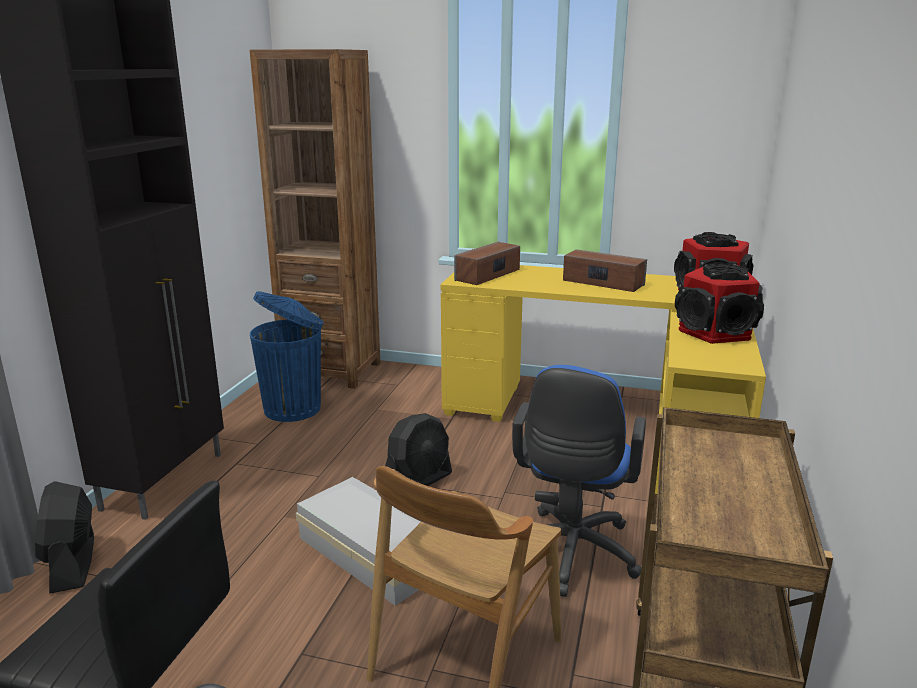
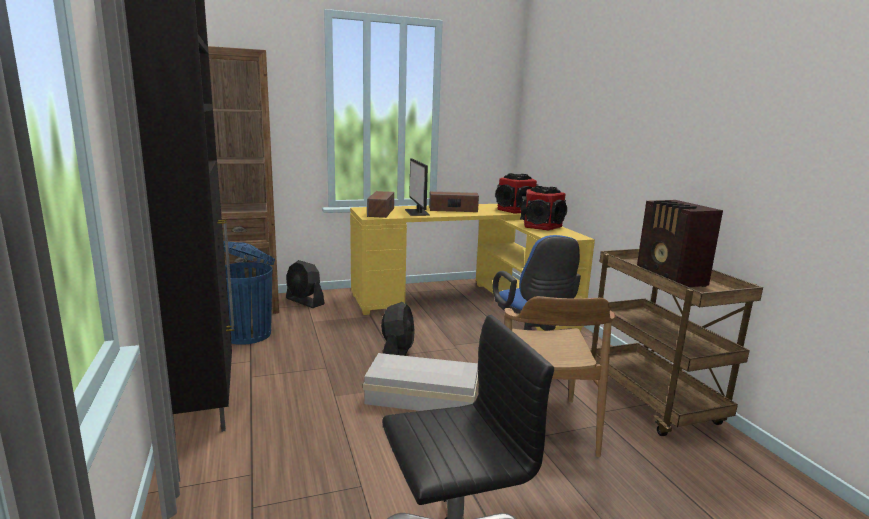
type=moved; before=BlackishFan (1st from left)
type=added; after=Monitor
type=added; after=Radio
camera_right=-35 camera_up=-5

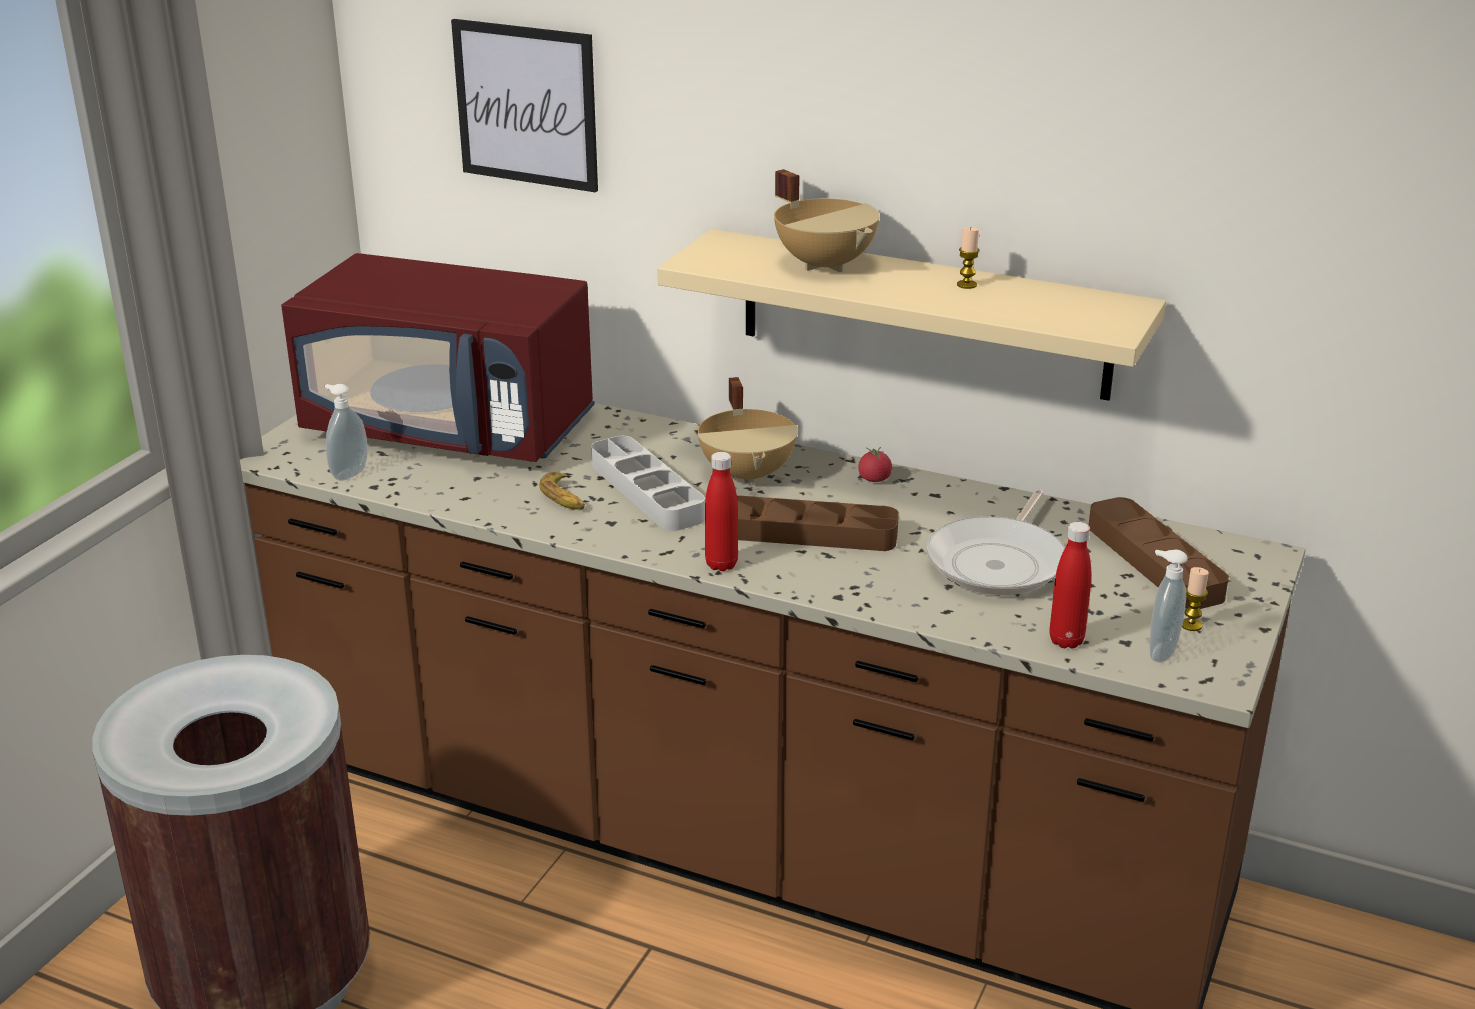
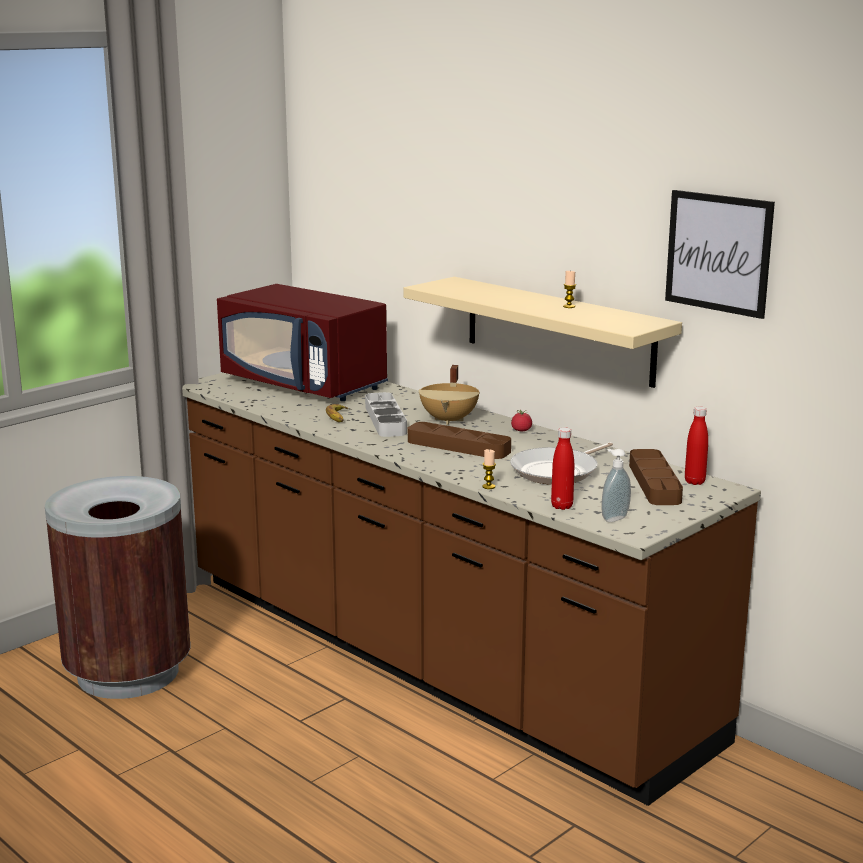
type=moved; before=WallPicture
type=removed; before=BeigeSaucepot (2nd from left)
type=removed; before=LiquidSoapBottle (1st from left)
type=moved; before=RedBottle (1st from left in the first image); after=RedBottle (2nd from left)
type=moved; before=WaxCandle (2nd from left in the first image); after=WaxCandle (1st from left)
camera_right=20 camera_up=-10

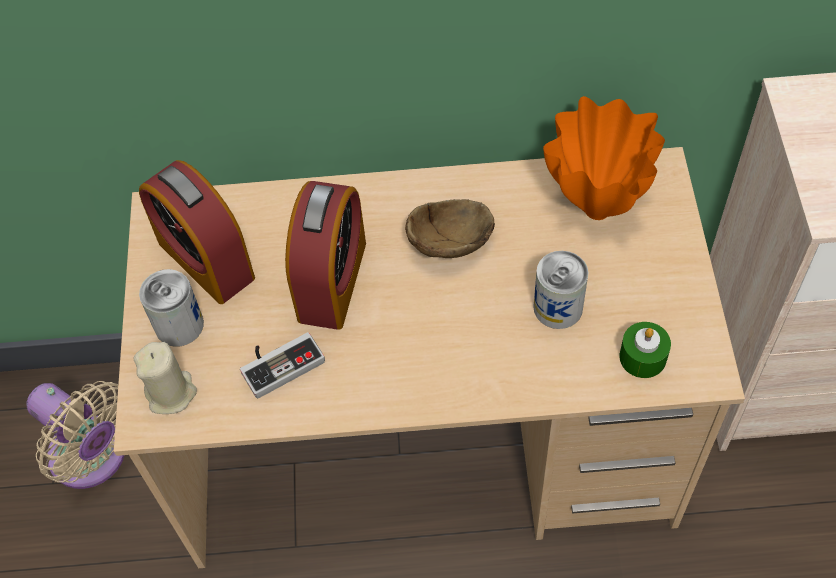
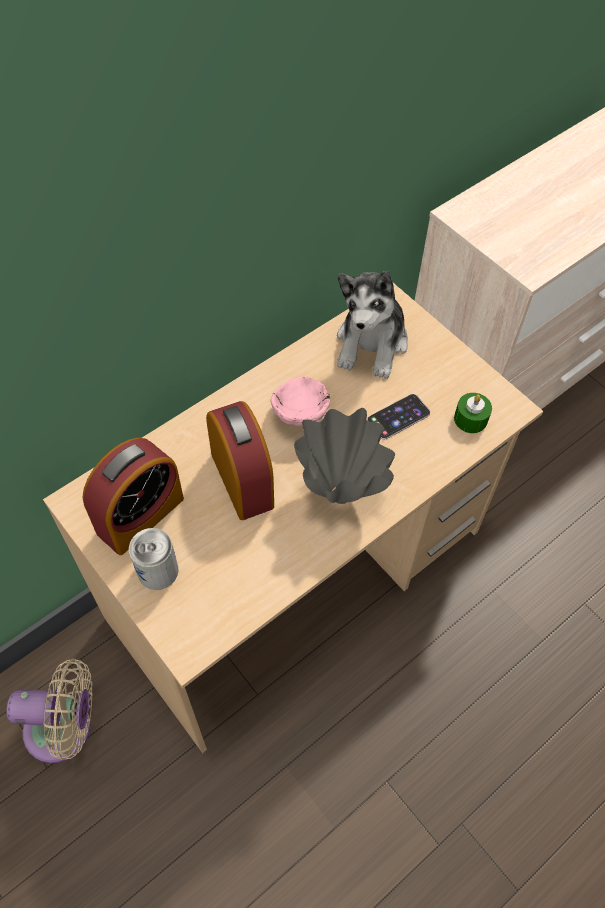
type=replaced; before=OrangeColouredFlowerVase; after=CuddlyToy
type=turned; before=TableClock (1st from left); turn=-60
type=recoloured; before=BrownServingBowl; after=PinkServingBowl
type=replaced; before=SealedCan (2nd from left); after=Phone
type=removed; before=Joypad
type=removed; before=BeigeWaxCandle
type=added; after=GreyishFlowerVase
camera_right=-40 camera_up=0

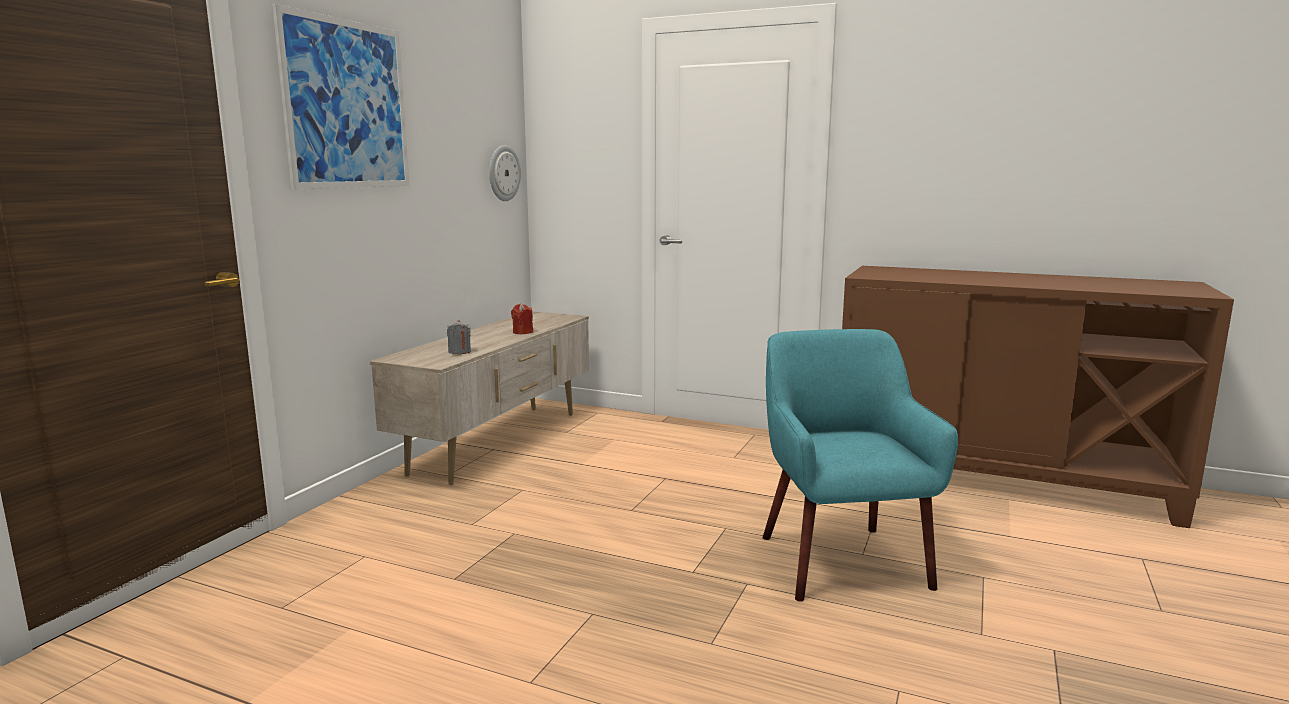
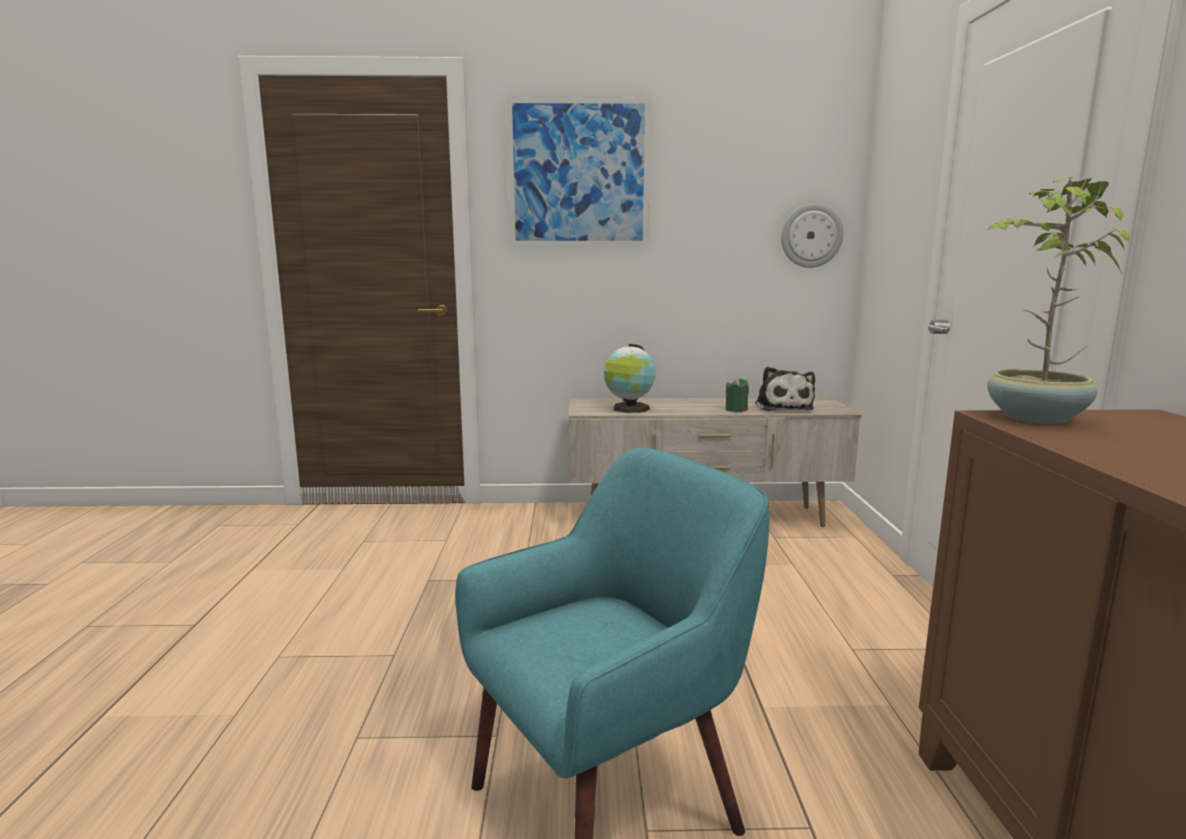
type=recoloured; before=RedWaxCandle; after=GreenWaxCandle
type=replaced; before=GreyishWaxCandle; after=DeskGlobe
type=added; after=PlantInAPot
type=added; after=CuddlyToy
camera_right=65 camera_up=0

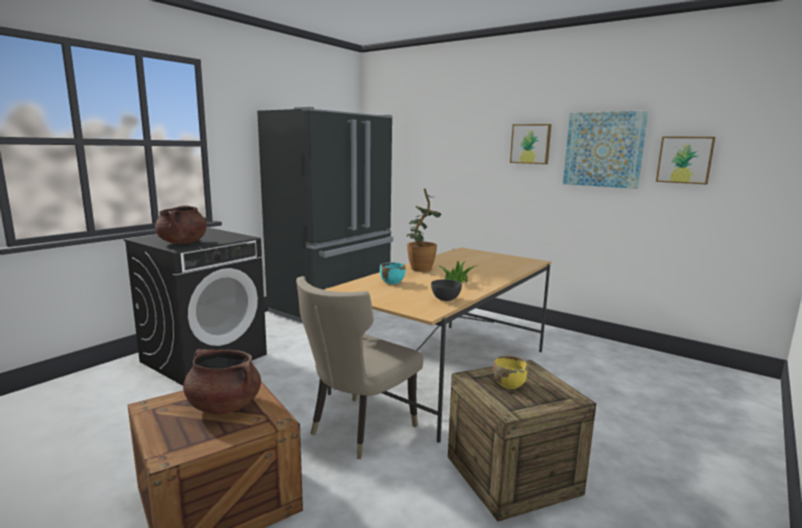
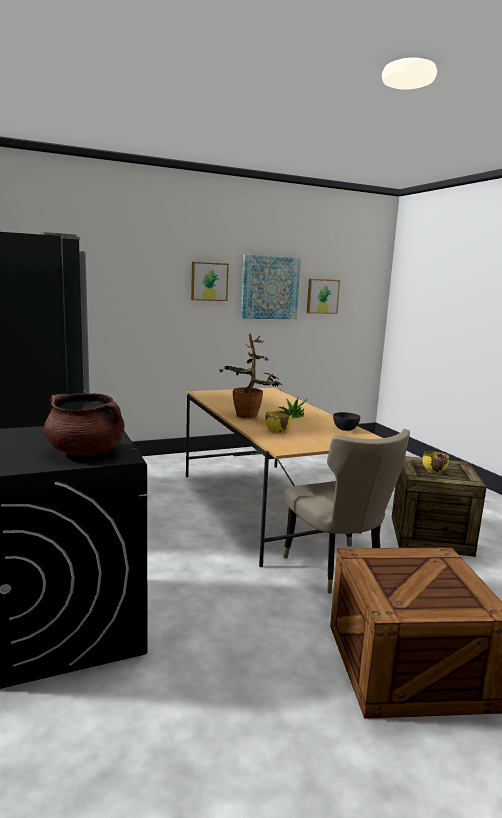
type=recoloured; before=TurquoiseServingBowl; after=YellowishServingBowl (1st from left)
type=removed; before=BrownSaucepot (2nd from left)
camera_right=-60 camera_up=0

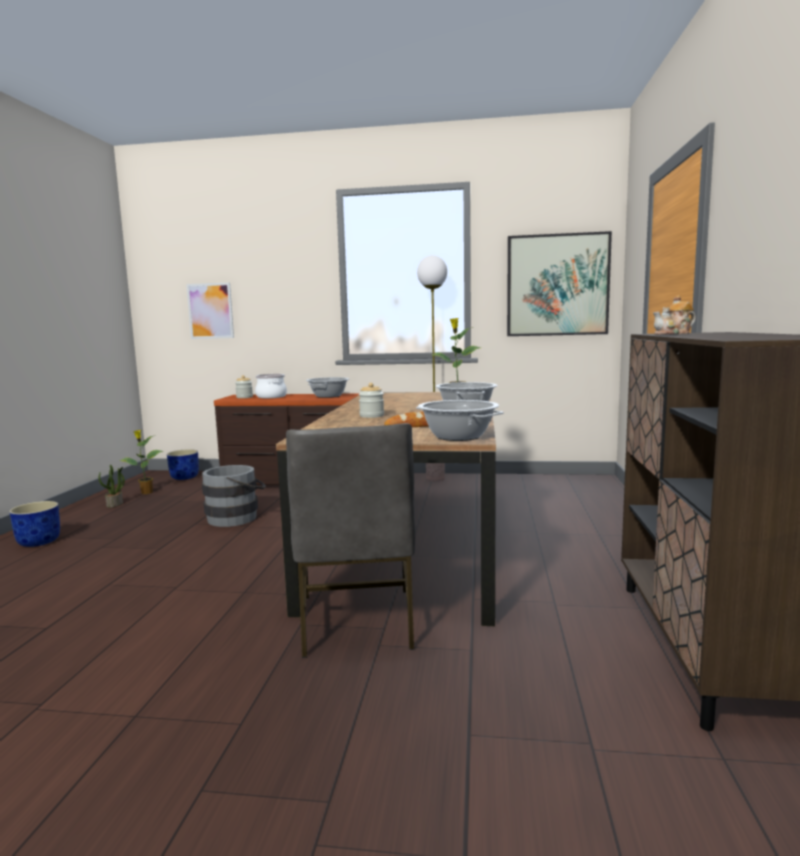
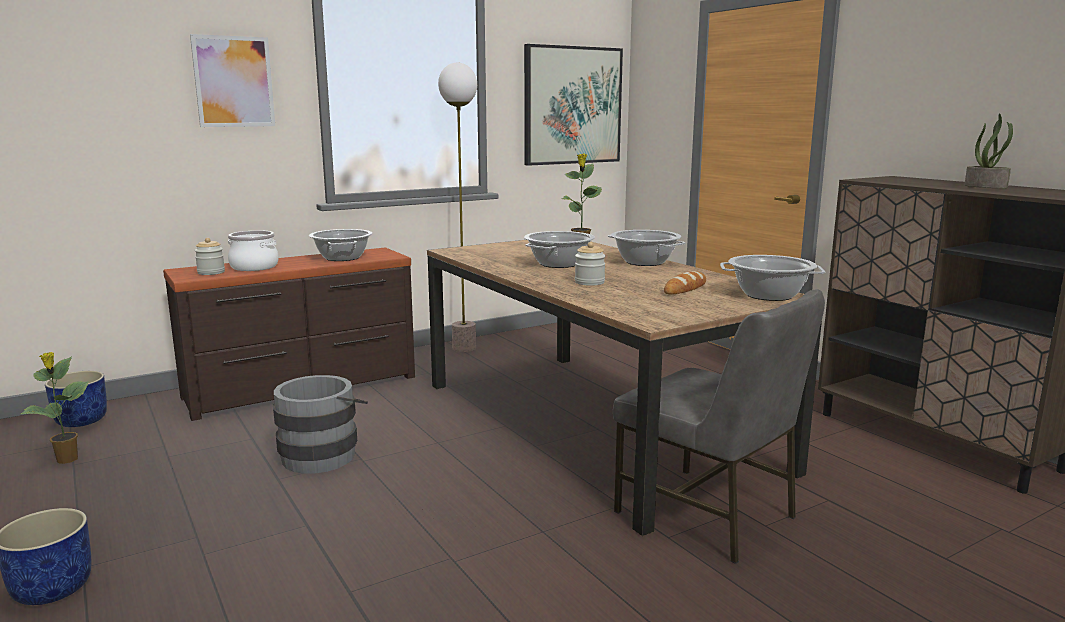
type=moved; before=WallPicture (1st from left)
type=removed; before=Teapot
type=moved; before=PlantInAPot (1st from left in the first image); after=PlantInAPot (3rd from left)
type=added; after=Saucepot (3rd from left)
camera_right=-40 camera_up=5

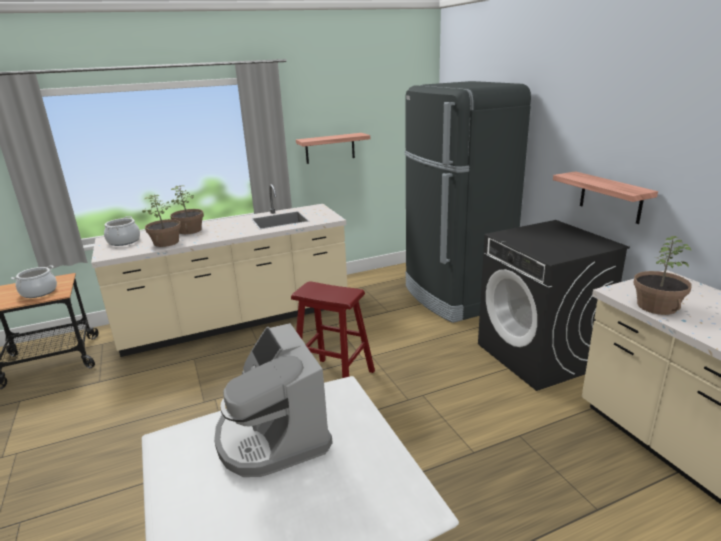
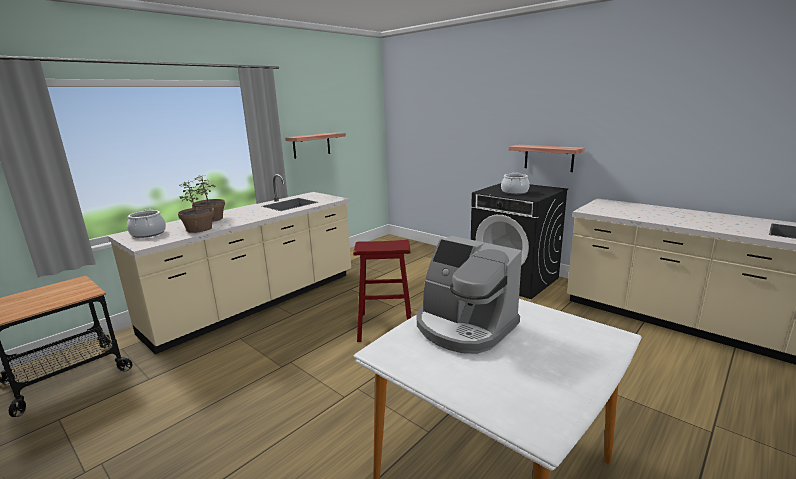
type=removed; before=BlackishRefrigerator
type=removed; before=PlantInAPot (3rd from left)
type=moved; before=Saucepot (1st from left in the first image); after=Saucepot (2nd from left)
camera_right=-25 camera_up=-5

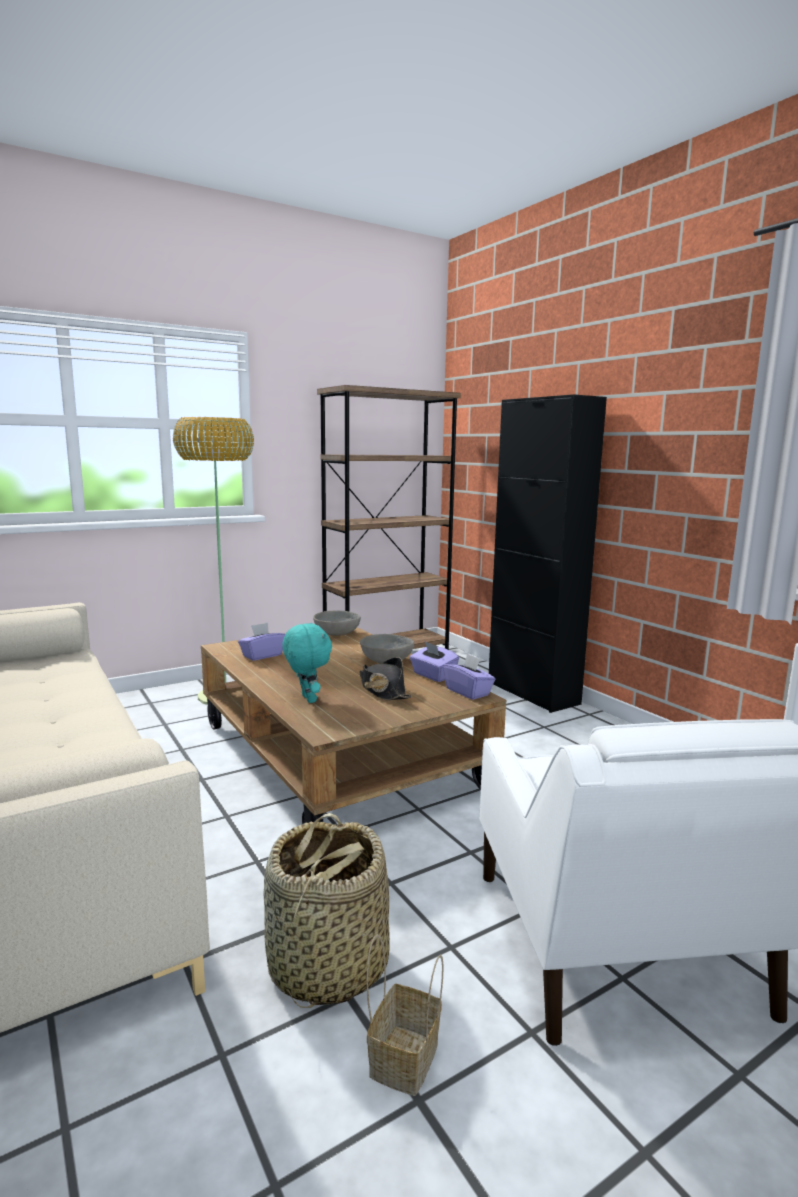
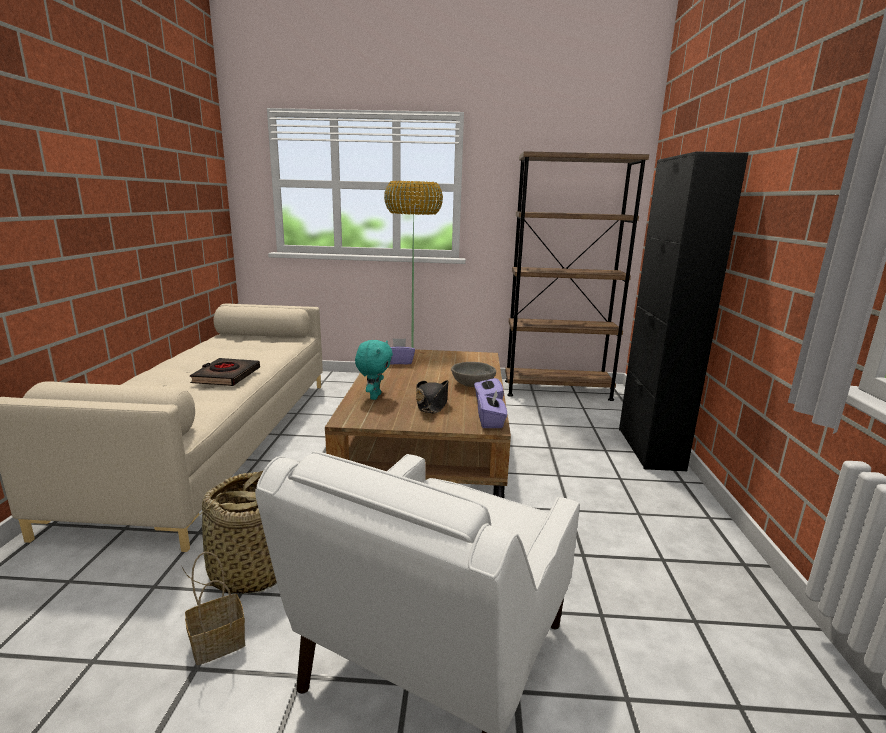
type=removed; before=GreyishServingBowl (1st from left)
type=added; after=BlackishBook
camera_right=35 camera_up=5

